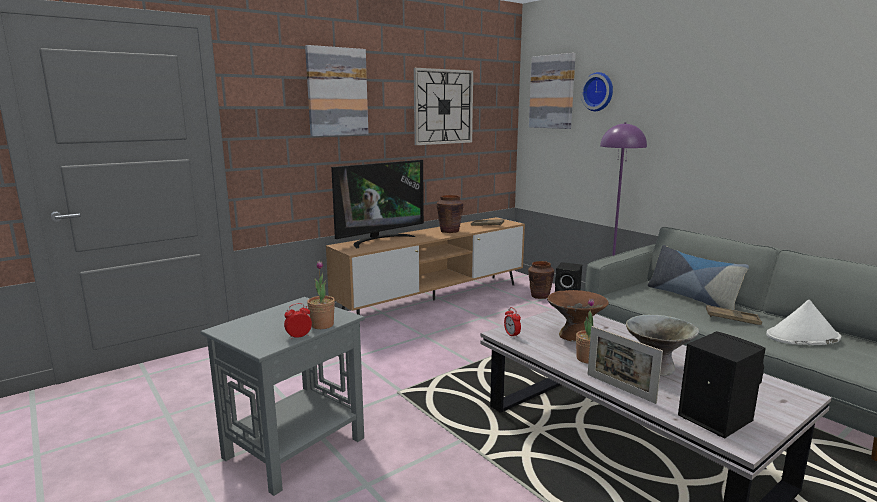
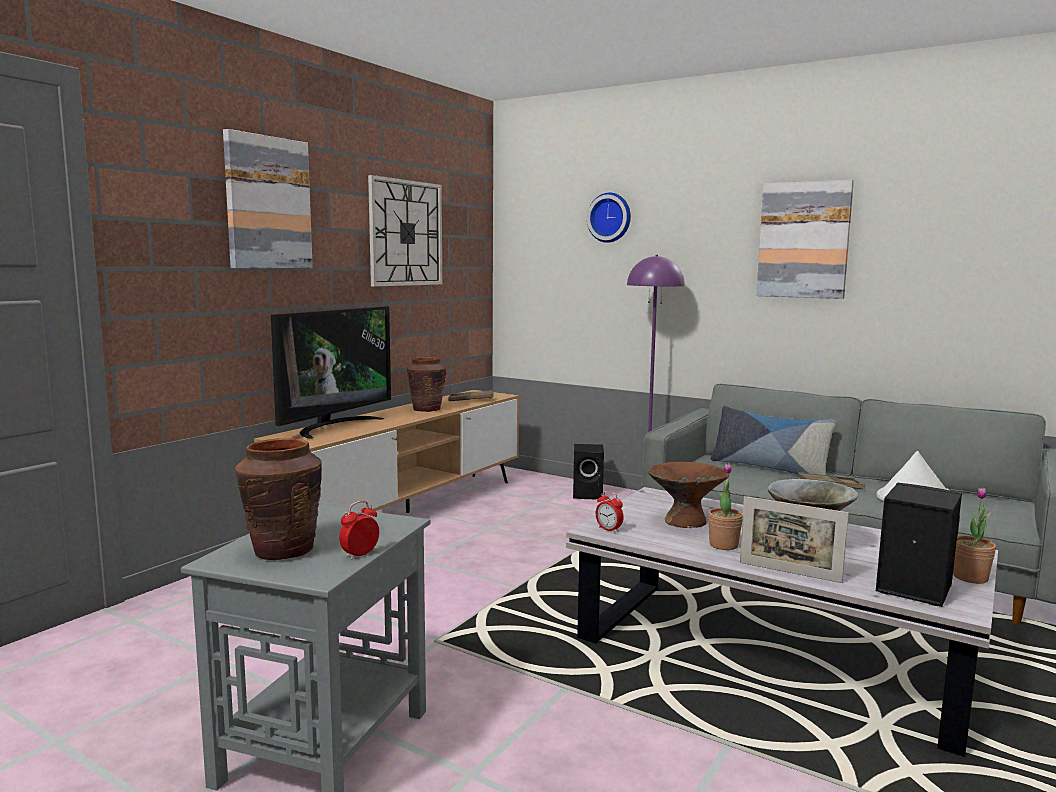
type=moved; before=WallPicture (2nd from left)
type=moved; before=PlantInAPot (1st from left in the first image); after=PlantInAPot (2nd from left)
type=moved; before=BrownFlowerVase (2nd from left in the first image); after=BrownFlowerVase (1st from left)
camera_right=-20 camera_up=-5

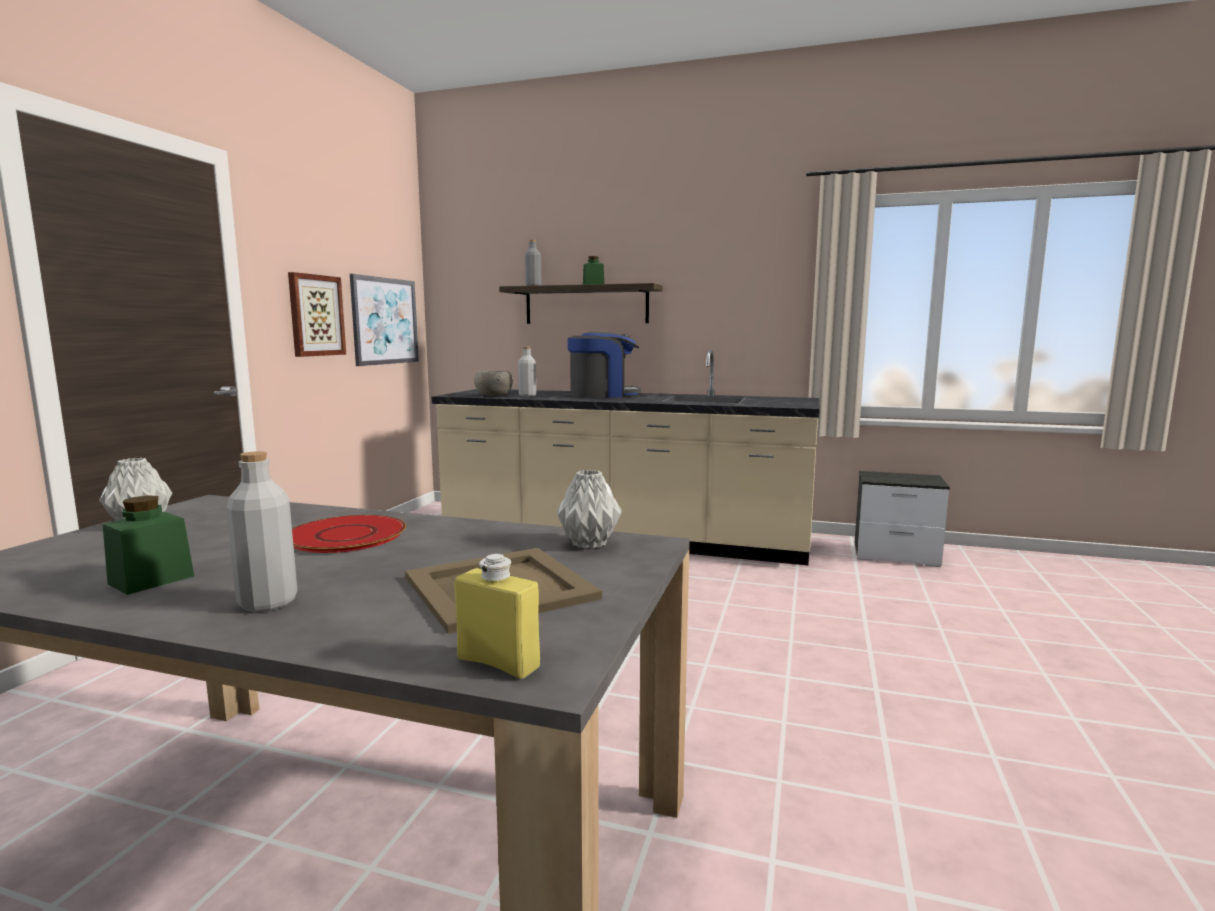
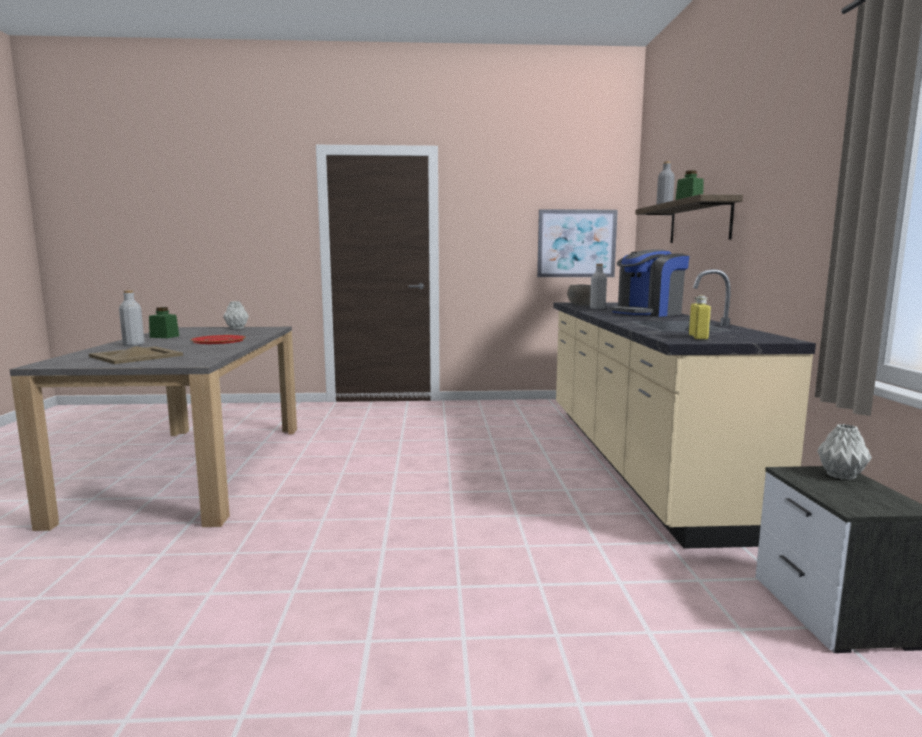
type=removed; before=WallPicture (1st from left)
type=turned; before=CoffeeBrewer; turn=90
type=moved; before=GreyishFlowerVase (2nd from left)
type=moved; before=YellowishBottle
camera_right=70 camera_up=0

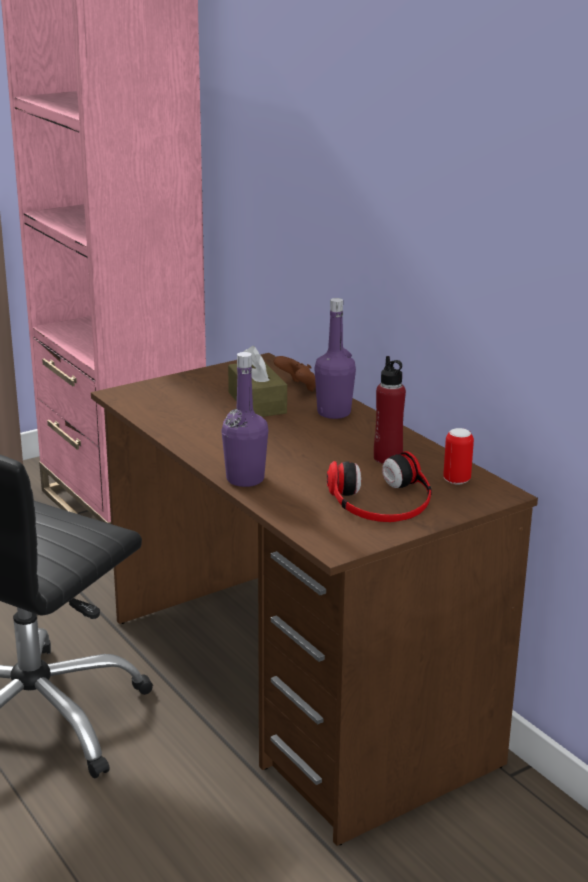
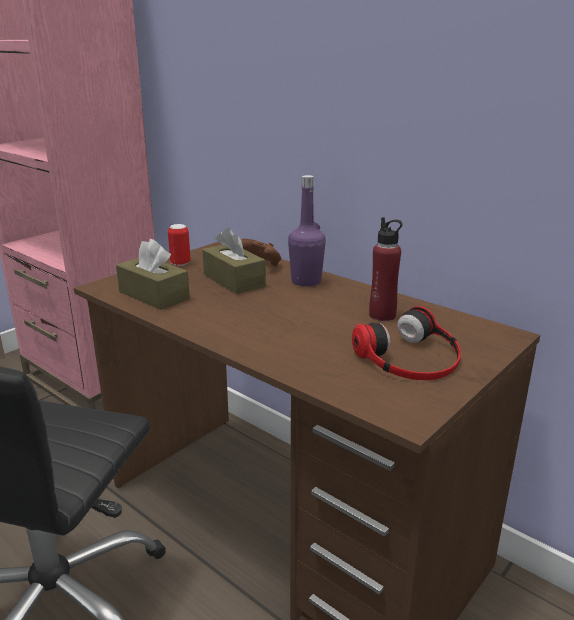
type=removed; before=PurplishBottle (1st from left)
type=moved; before=SealedCan
type=added; after=BrownTissueHolder (1st from left)
camera_right=-15 camera_up=0

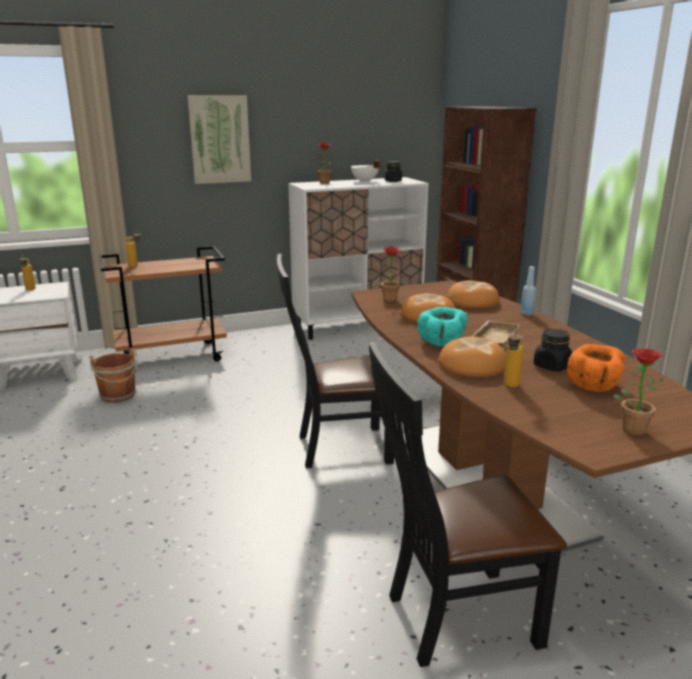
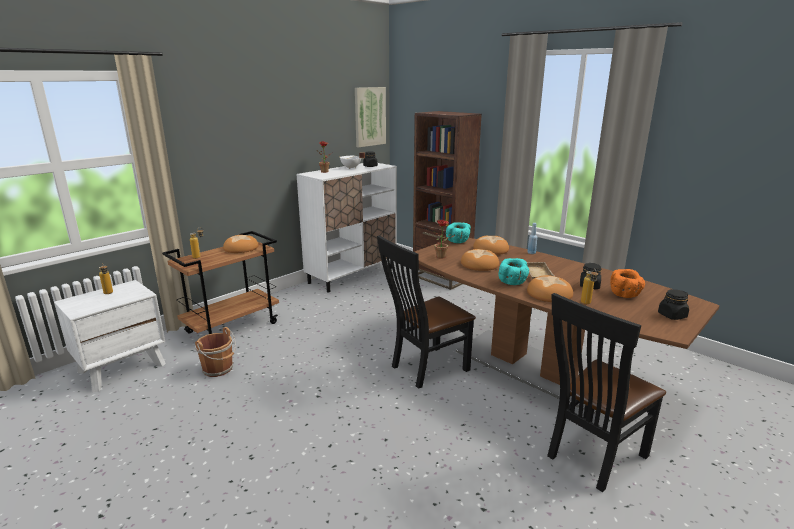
type=moved; before=WallPicture
type=replaced; before=PlantInAPot (3rd from left); after=BlackishStorageJar (3rd from left)
type=added; after=TurquoiseServingBowl (1st from left)
type=added; after=BakeryBread (1st from left)
camera_right=-25 camera_up=0

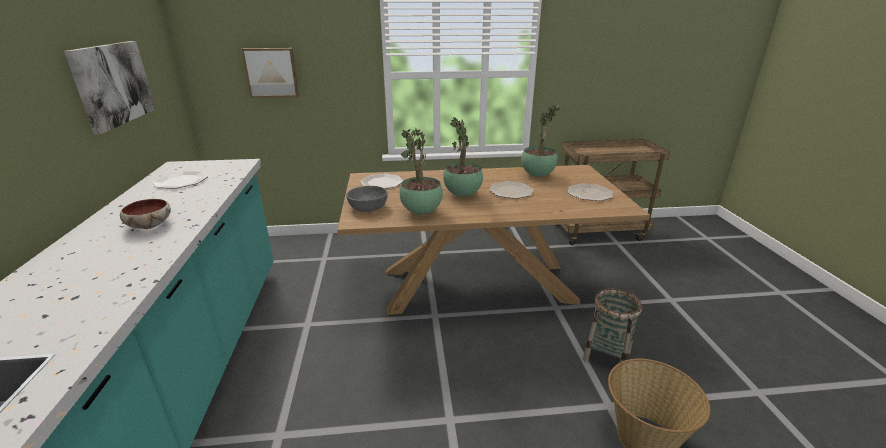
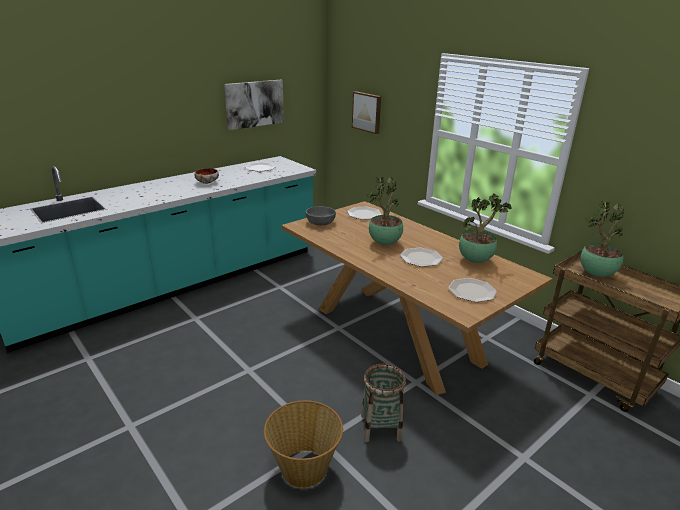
type=moved; before=PlantInAPot (1st from left in the first image); after=PlantInAPot (3rd from left)
camera_right=55 camera_up=0

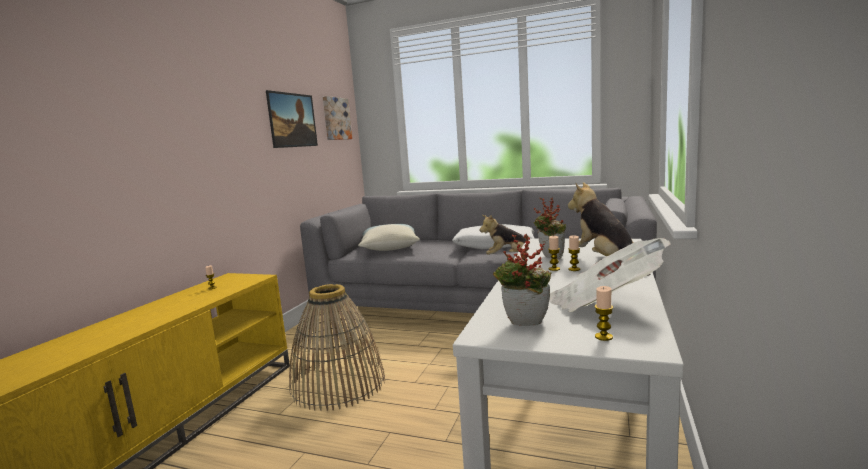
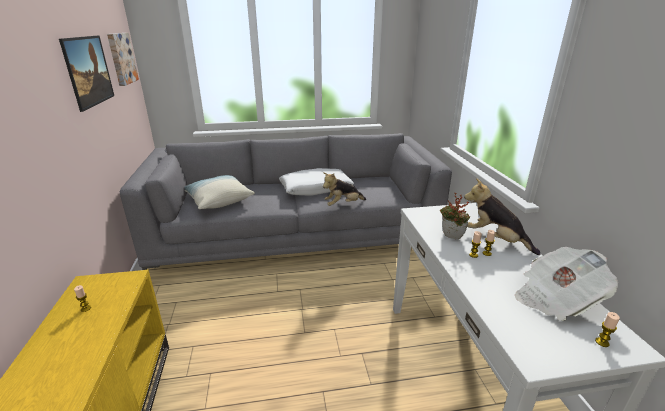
type=removed; before=PlantInAPot (1st from left)
type=removed; before=Basket
camera_right=-30 camera_up=15

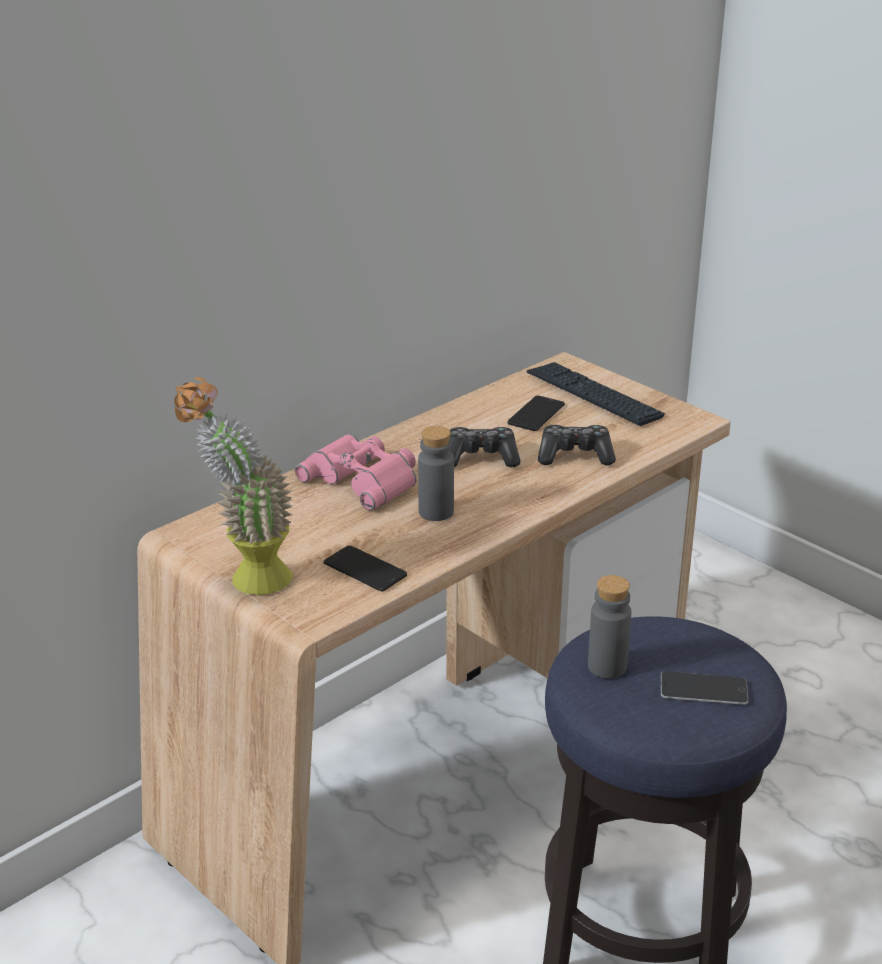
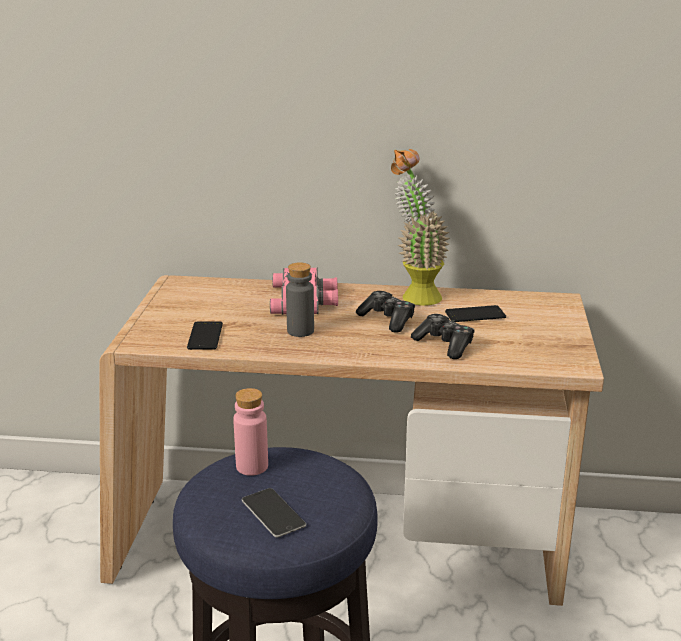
type=removed; before=PcKeyboard
type=moved; before=PlantInAPot
type=recoloured; before=GreyishBottle (2nd from left); after=PinkBottle
camera_right=50 camera_up=-5

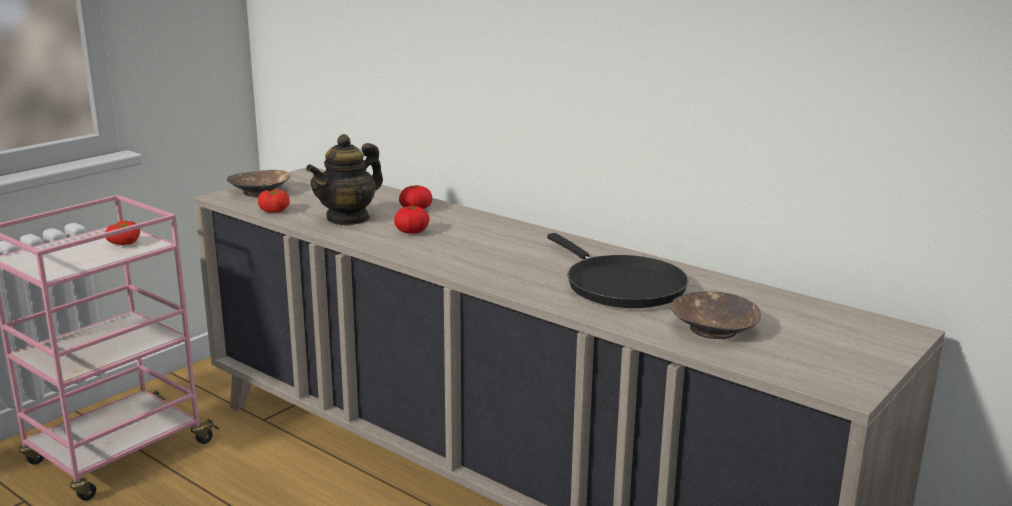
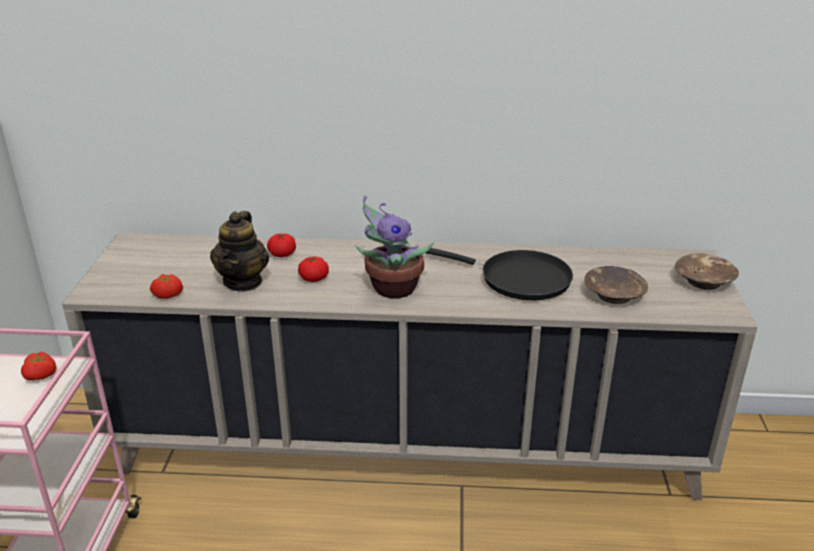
type=moved; before=BrownServingBowl (1st from left in the first image); after=BrownServingBowl (2nd from left)
type=added; after=PlantInAPot
camera_right=-35 camera_up=10

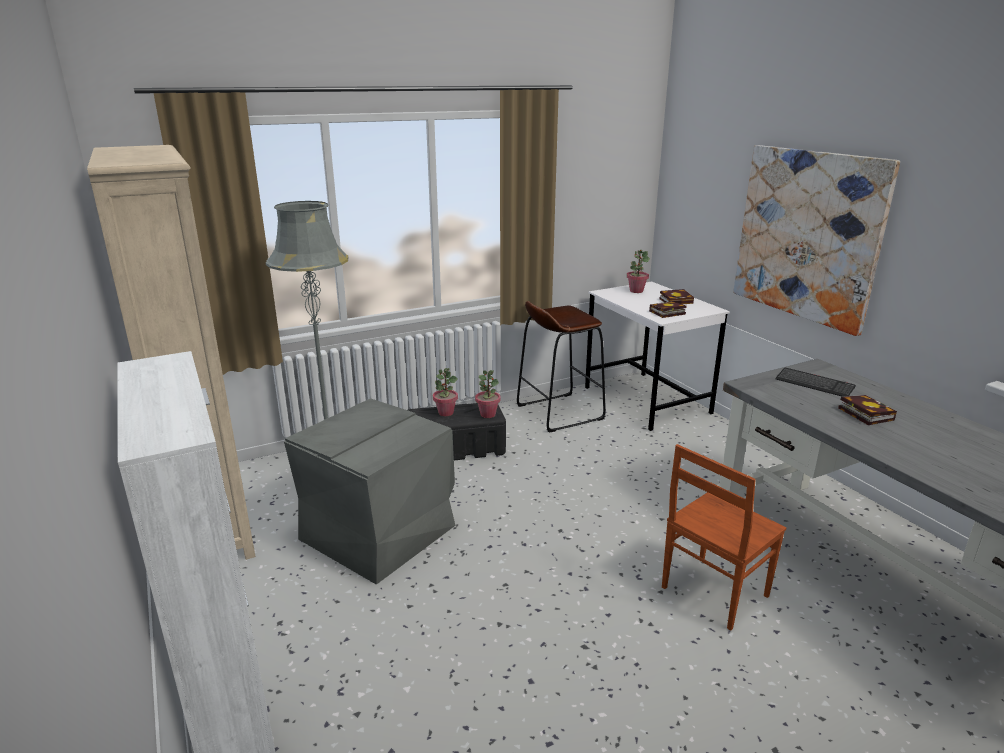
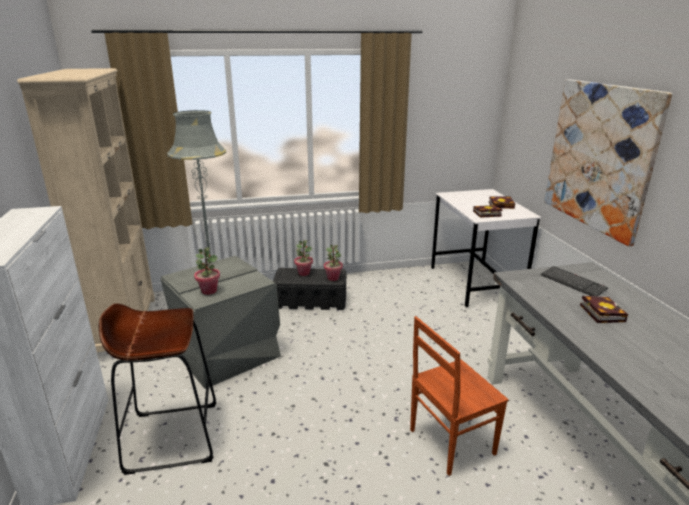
type=moved; before=PlantInAPot (3rd from left in the first image); after=PlantInAPot (1st from left)
type=moved; before=BrownStoolSeat
camera_right=15 camera_up=0

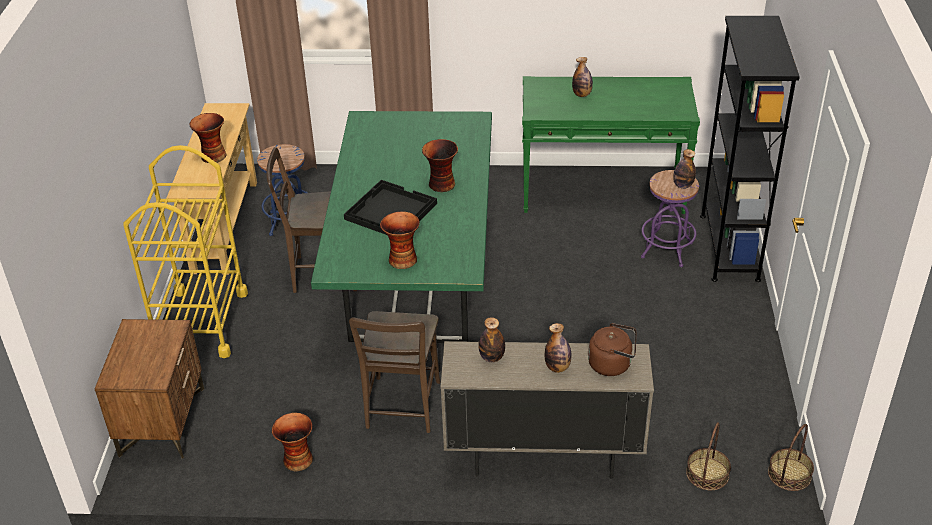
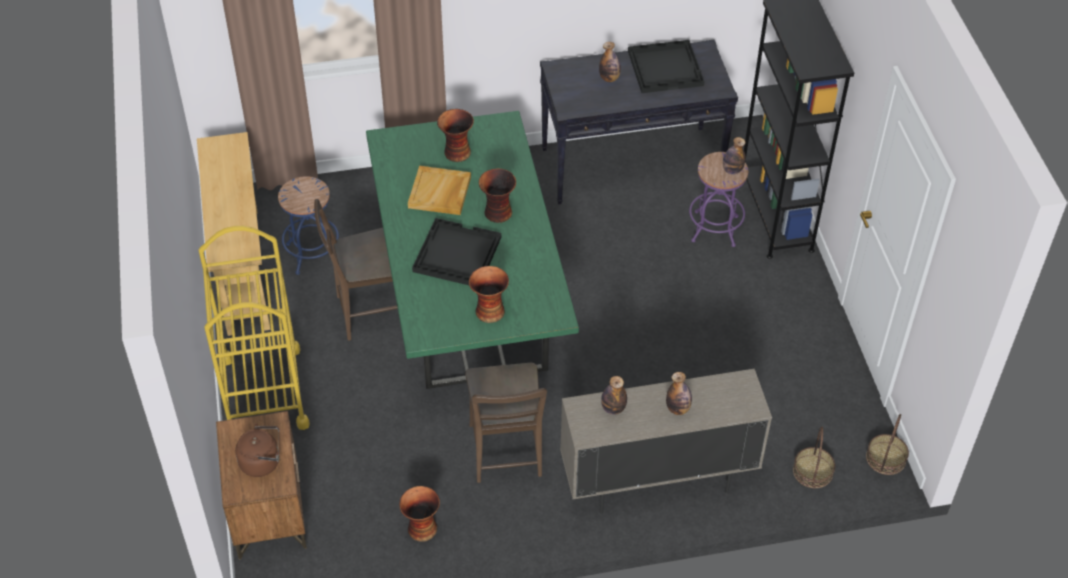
type=recoloured; before=GreenNarrowTable; after=BlackishNarrowTable
type=moved; before=FlowerVase (1st from left in the first image); after=FlowerVase (2nd from left)
type=moved; before=BrownTeaKettle
type=added; after=BlackishTray (2nd from left)
type=added; after=BeigeTray
camera_right=-15 camera_up=10

